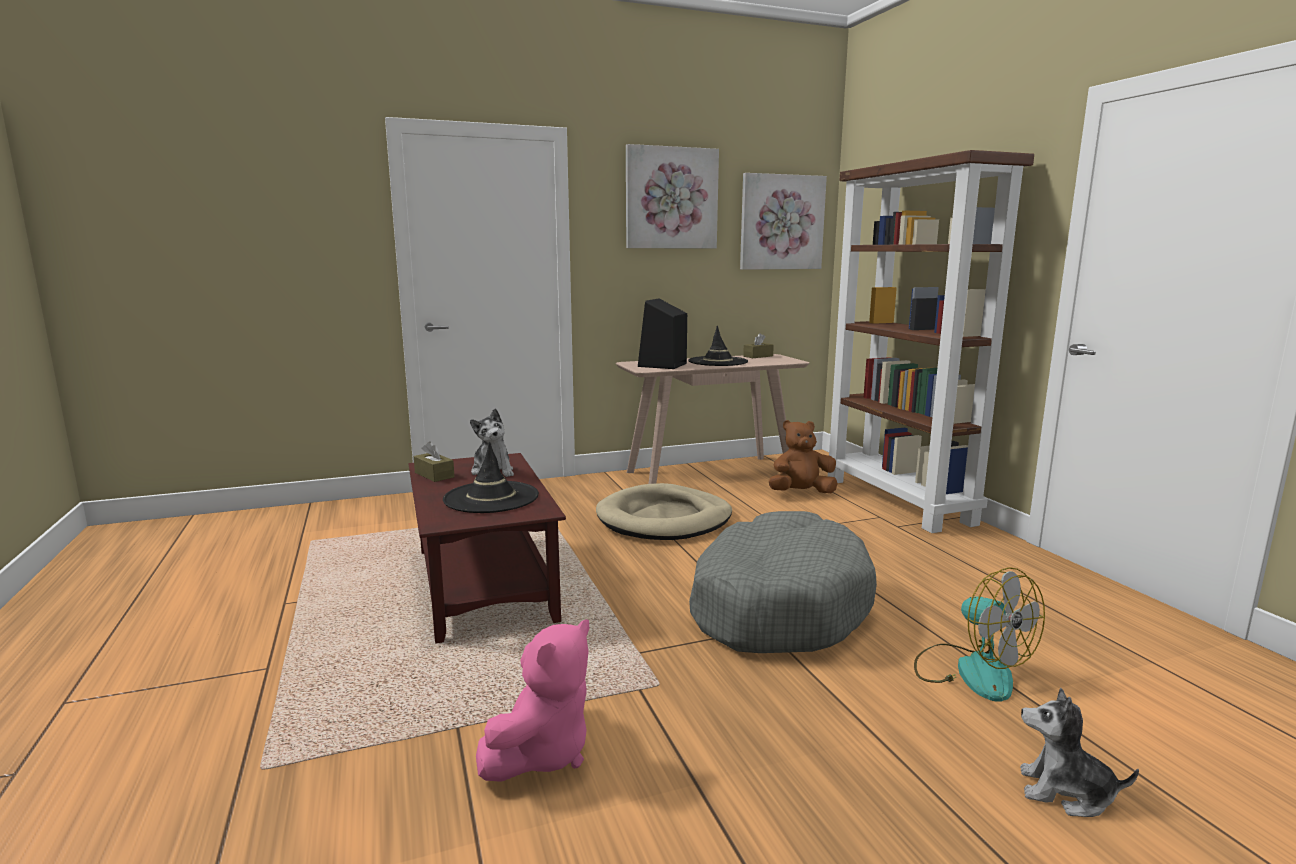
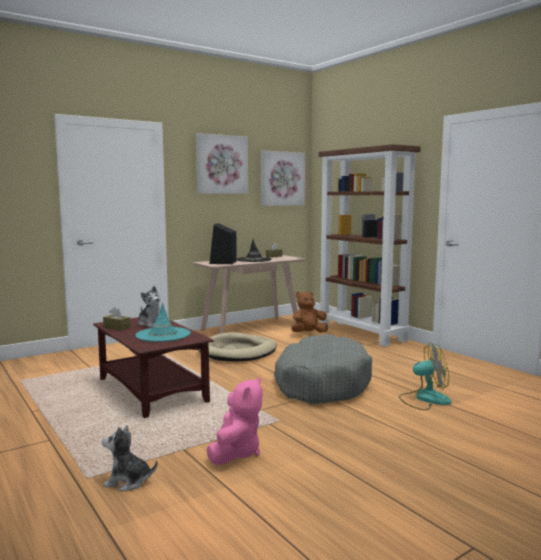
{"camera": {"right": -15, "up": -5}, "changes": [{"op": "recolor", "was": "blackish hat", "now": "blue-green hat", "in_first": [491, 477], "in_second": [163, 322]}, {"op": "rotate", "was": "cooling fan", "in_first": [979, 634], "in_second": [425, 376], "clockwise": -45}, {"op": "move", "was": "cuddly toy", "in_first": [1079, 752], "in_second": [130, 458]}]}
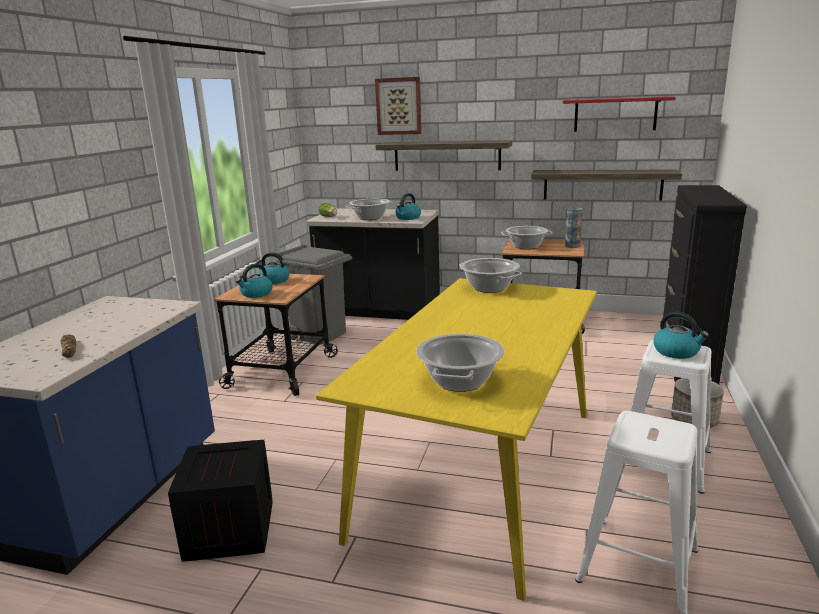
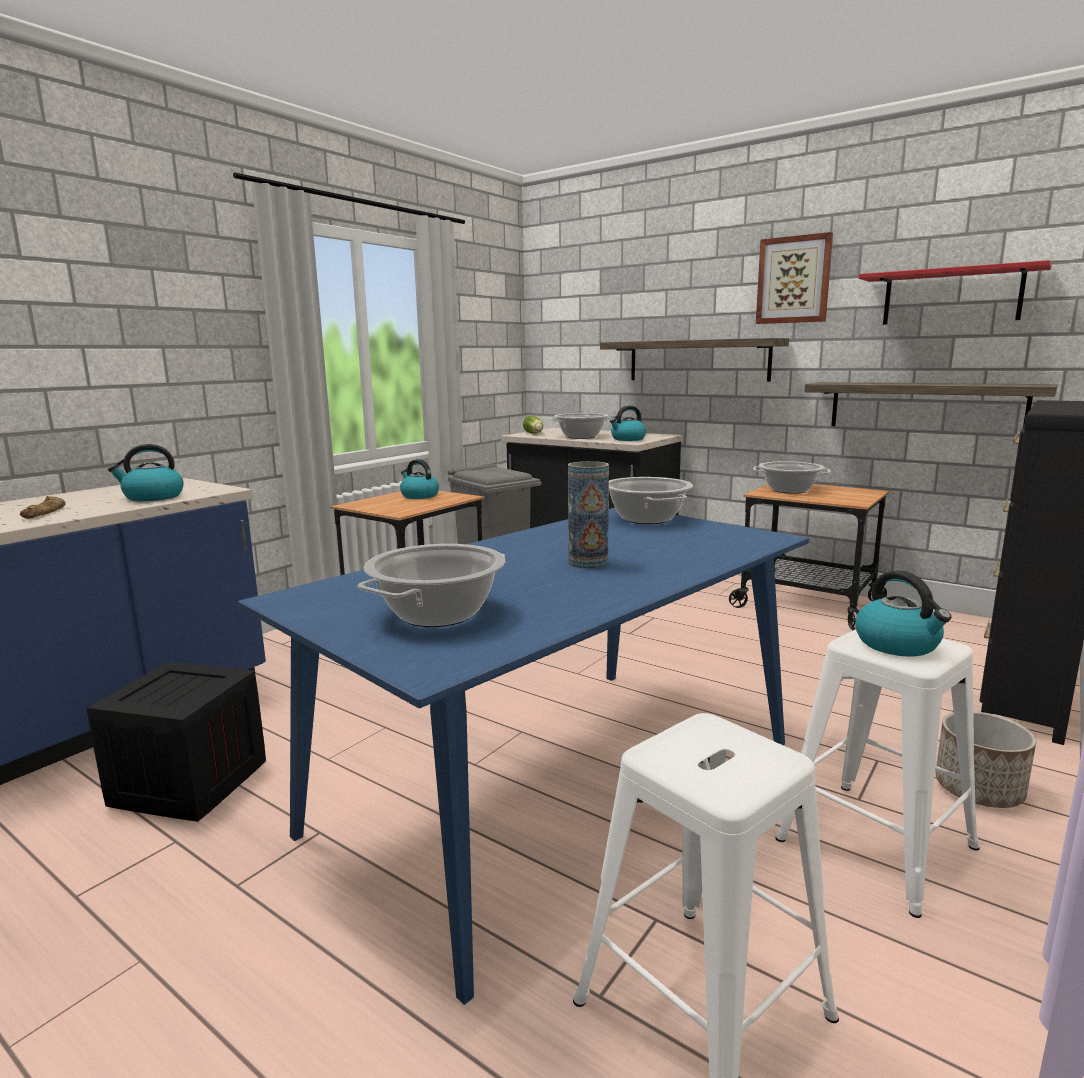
{"camera": {"right": 20, "up": -5}, "changes": [{"op": "move", "was": "water kettle", "in_first": [254, 281], "in_second": [146, 472]}, {"op": "recolor", "was": "yellow kitchen table", "now": "bluish kitchen table", "in_first": [456, 439], "in_second": [523, 756]}, {"op": "move", "was": "wall picture", "in_first": [398, 106], "in_second": [794, 278]}, {"op": "move", "was": "vase", "in_first": [574, 227], "in_second": [588, 515]}]}
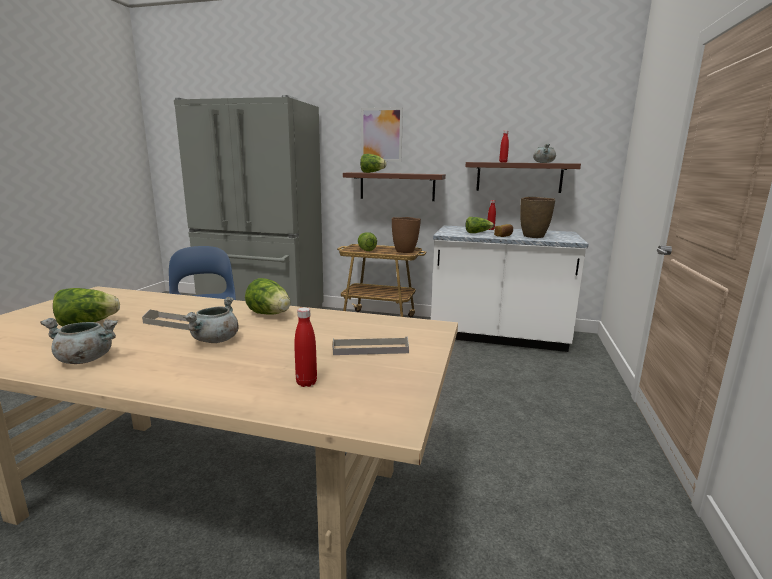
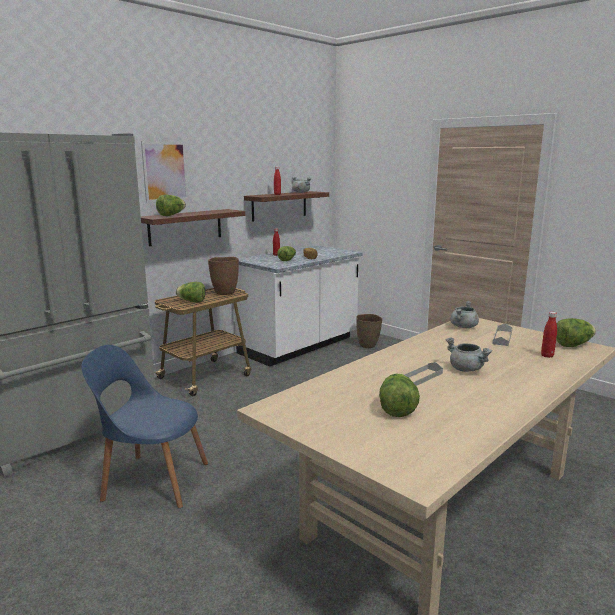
{"camera": {"right": -60, "up": 0}, "changes": [{"op": "move", "was": "grey stockpot", "in_first": [79, 341], "in_second": [464, 314]}, {"op": "move", "was": "head of lettuce", "in_first": [267, 296], "in_second": [576, 332]}, {"op": "move", "was": "brownish vase", "in_first": [537, 217], "in_second": [369, 331]}]}
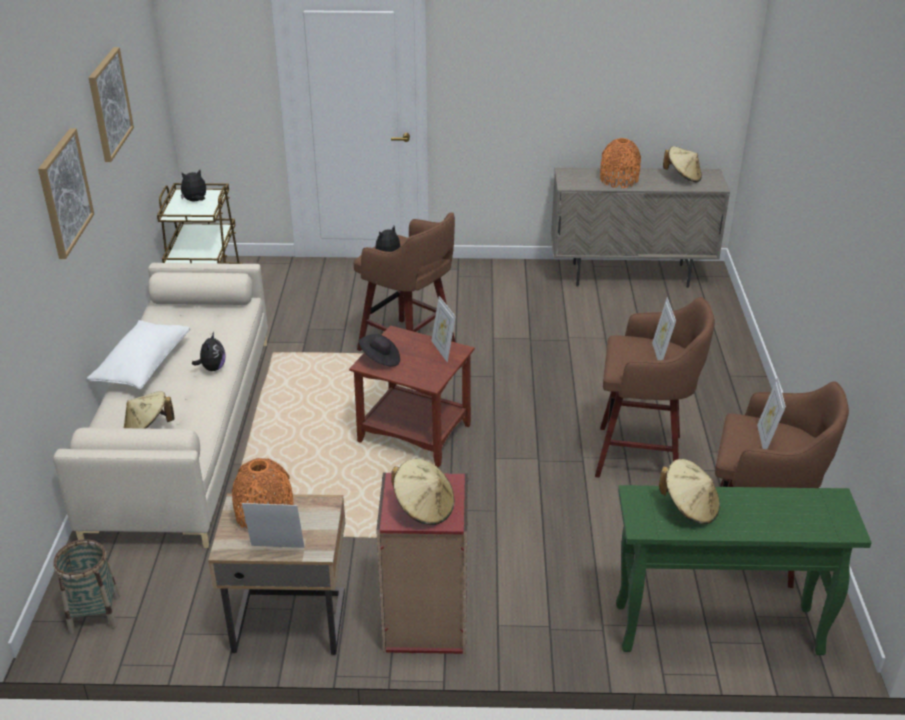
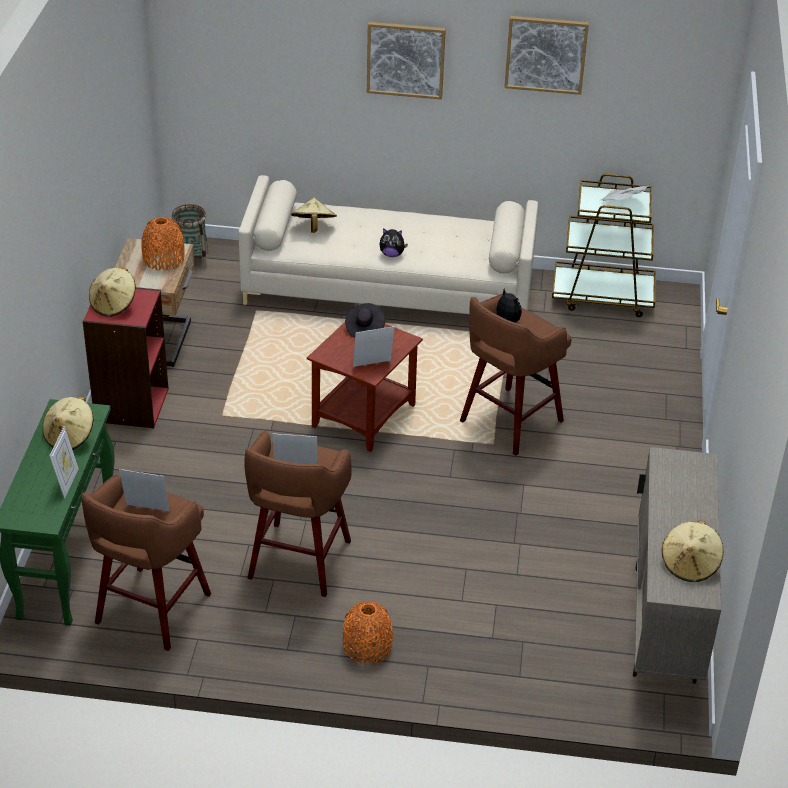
{"camera": {"right": 95, "up": 5}, "changes": [{"op": "delete", "was": "whitish throw pillow", "in_first": [138, 354]}, {"op": "replace", "was": "cuddly toy", "now": "printed paper", "in_first": [193, 186], "in_second": [625, 193]}, {"op": "move", "was": "photo frame", "in_first": [273, 525], "in_second": [64, 462]}, {"op": "move", "was": "orange vase", "in_first": [620, 163], "in_second": [368, 632]}]}
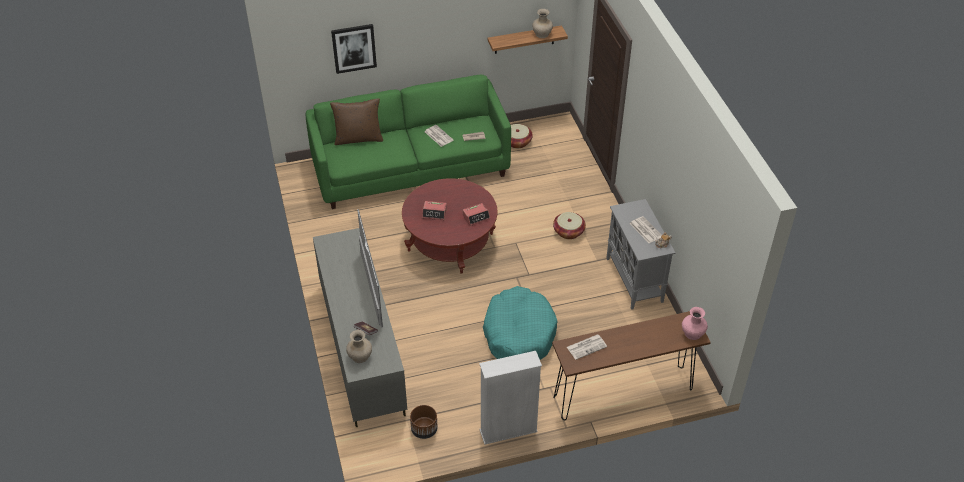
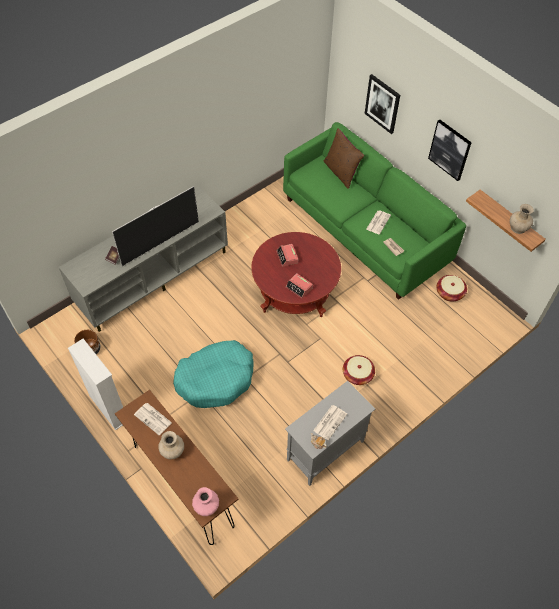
{"camera": {"right": 65, "up": 10}, "changes": [{"op": "move", "was": "beige-coloured vase", "in_first": [359, 346], "in_second": [171, 445]}, {"op": "insert", "now": "wall picture", "in_second": [450, 150]}]}
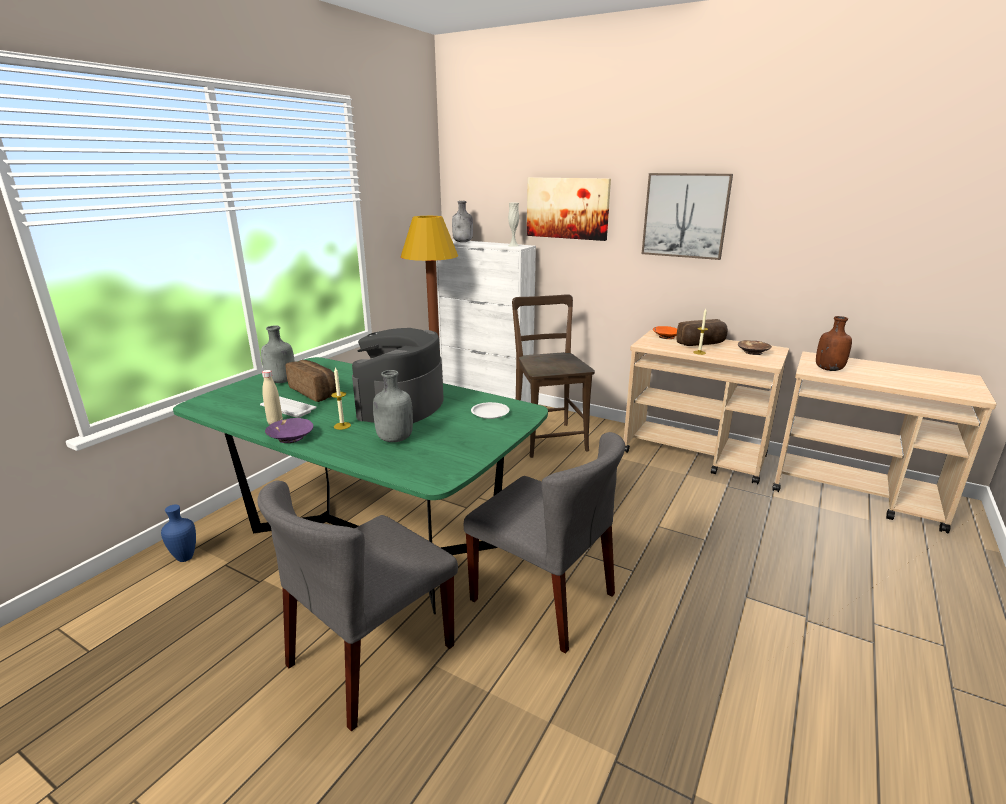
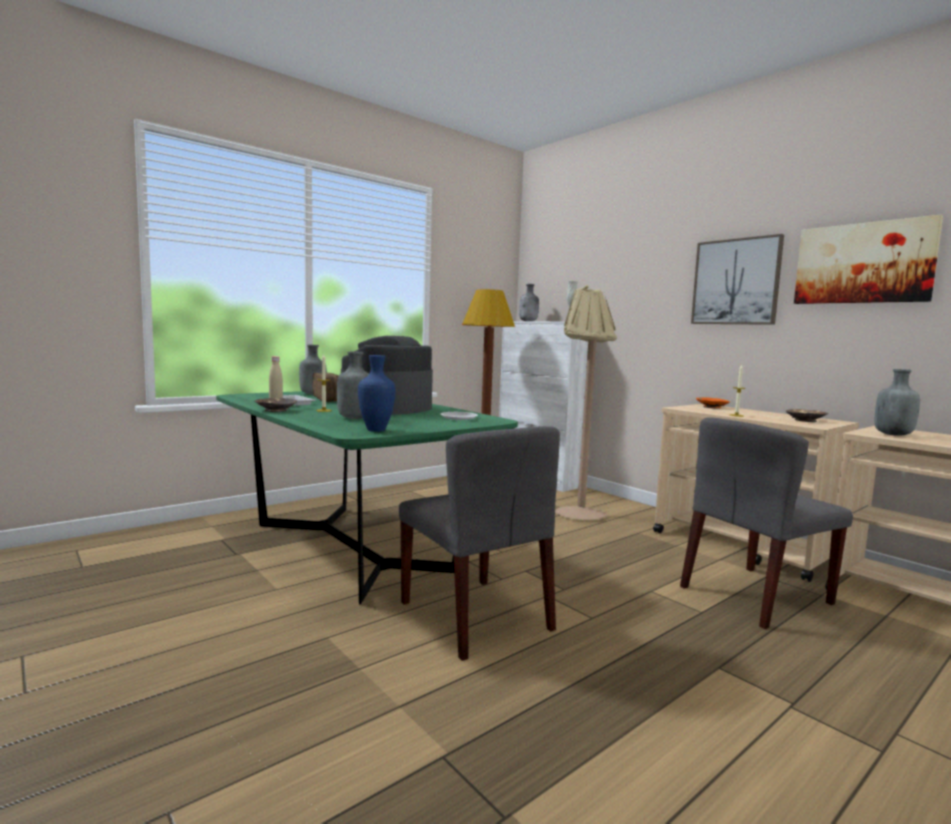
{"camera": {"right": 20, "up": -15}, "changes": [{"op": "move", "was": "bluish vase", "in_first": [178, 533], "in_second": [377, 393]}, {"op": "move", "was": "grey plain chair", "in_first": [357, 606], "in_second": [766, 523]}, {"op": "recolor", "was": "purple deep dish", "now": "brownish deep dish", "in_first": [289, 430], "in_second": [275, 405]}, {"op": "replace", "was": "brownish plain chair", "now": "beige-coloured floor lamp", "in_first": [553, 376], "in_second": [586, 403]}, {"op": "move", "was": "wall picture", "in_first": [569, 209], "in_second": [868, 259]}, {"op": "delete", "was": "bakery bread", "in_first": [702, 332]}, {"op": "recolor", "was": "brownish drink bottle", "now": "grey drink bottle", "in_first": [834, 343], "in_second": [897, 402]}]}
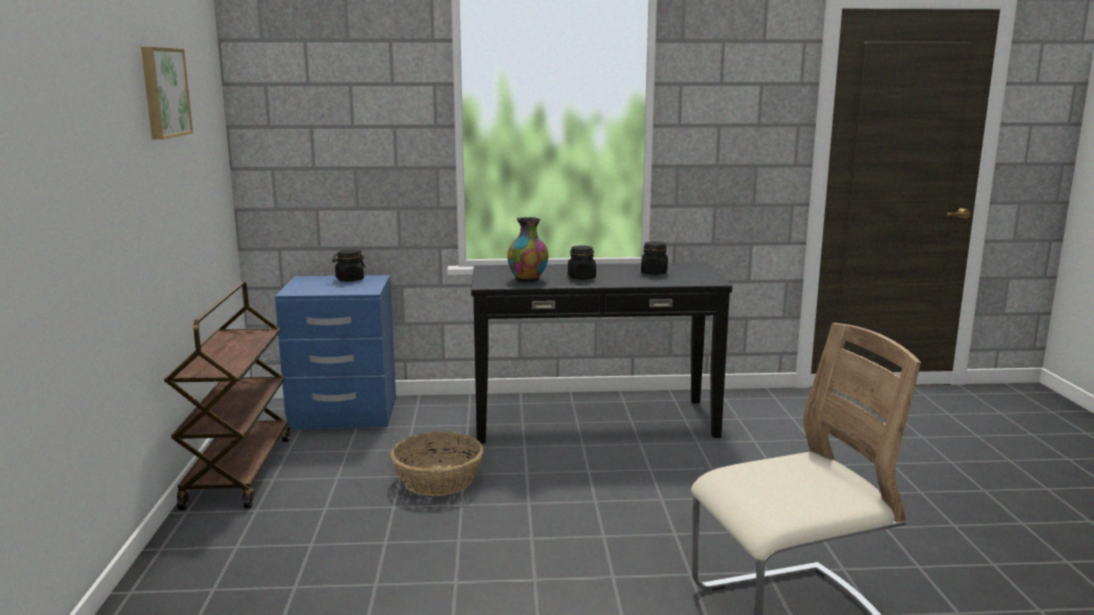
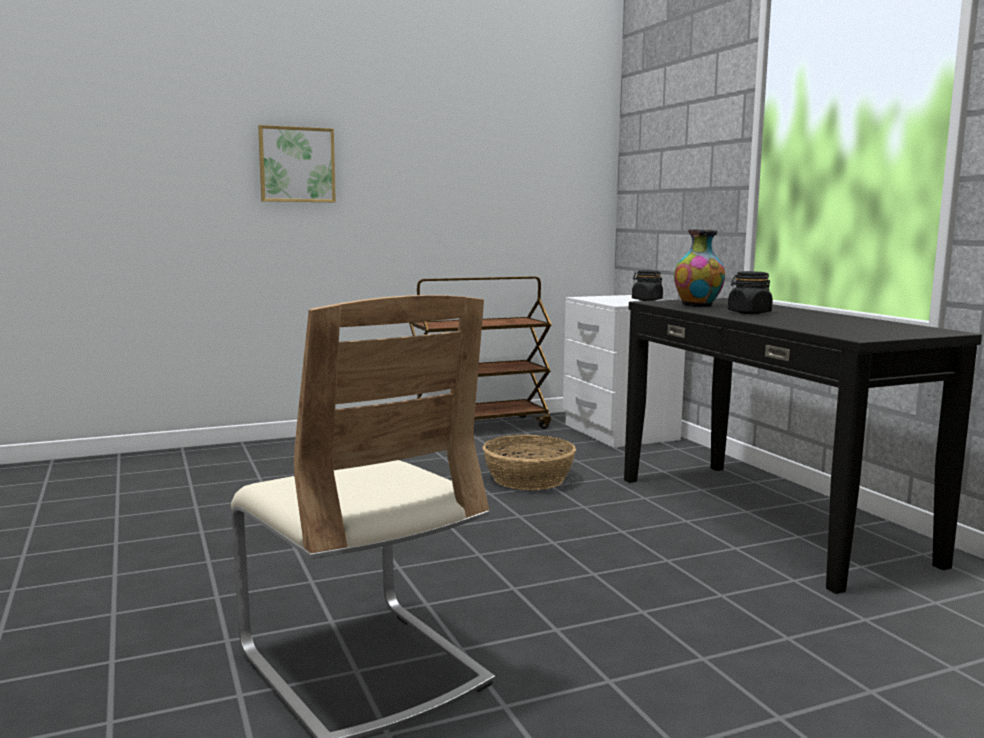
{"camera": {"right": 70, "up": -5}, "changes": [{"op": "move", "was": "wall picture", "in_first": [167, 93], "in_second": [297, 163]}, {"op": "recolor", "was": "bluish nightstand", "now": "whitish nightstand", "in_first": [335, 352], "in_second": [624, 371]}, {"op": "delete", "was": "blackish storage jar", "in_first": [654, 258]}]}
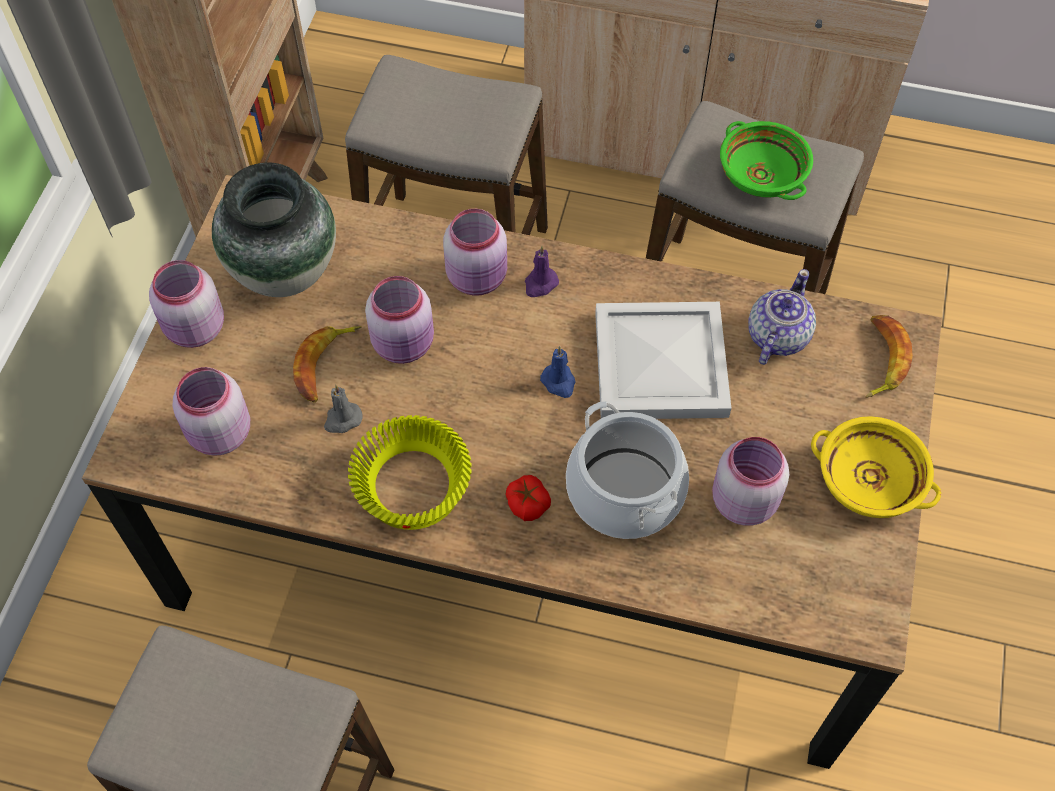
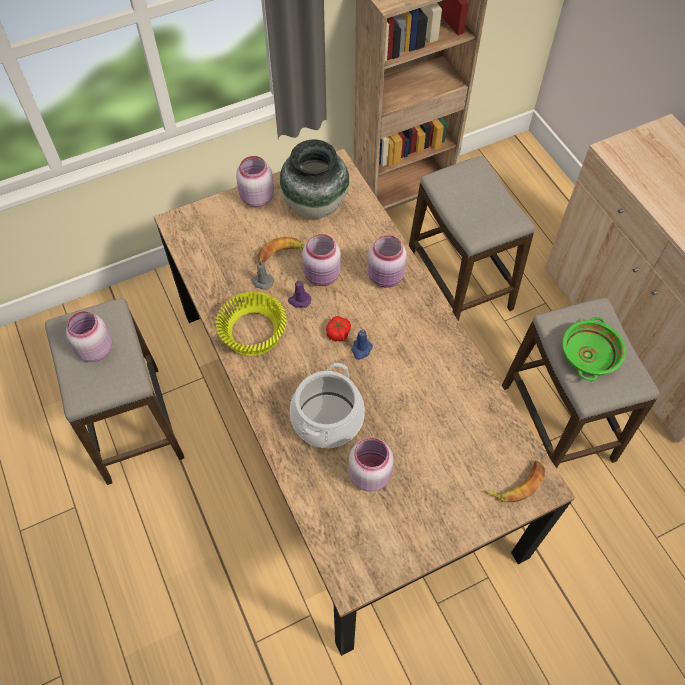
{"camera": {"right": 50, "up": 0}, "changes": [{"op": "move", "was": "pink storage jar", "in_first": [211, 411], "in_second": [89, 336]}, {"op": "move", "was": "whole tomato", "in_first": [528, 498], "in_second": [338, 328]}, {"op": "move", "was": "purple wax light", "in_first": [542, 271], "in_second": [299, 293]}, {"op": "delete", "was": "whitish serving tray", "in_first": [663, 360]}, {"op": "delete", "was": "tea pot", "in_first": [782, 317]}, {"op": "delete", "was": "yellow deep dish", "in_first": [876, 467]}]}
